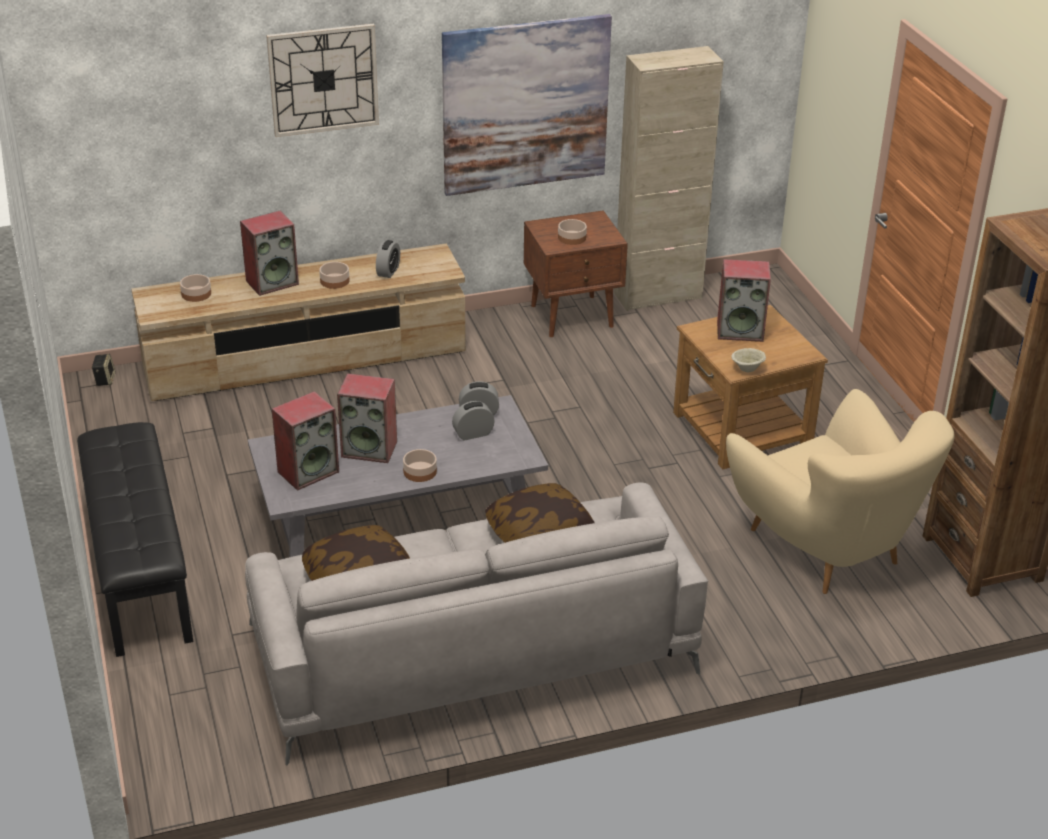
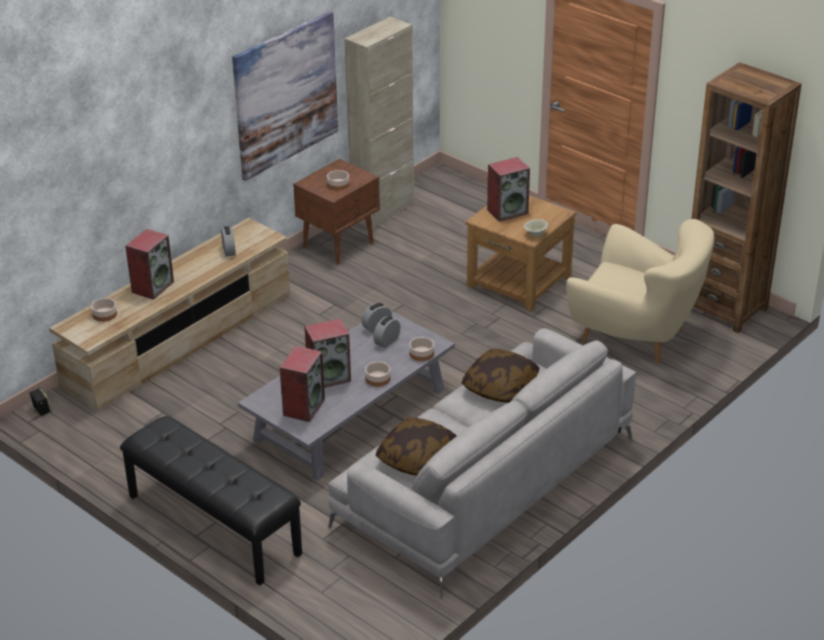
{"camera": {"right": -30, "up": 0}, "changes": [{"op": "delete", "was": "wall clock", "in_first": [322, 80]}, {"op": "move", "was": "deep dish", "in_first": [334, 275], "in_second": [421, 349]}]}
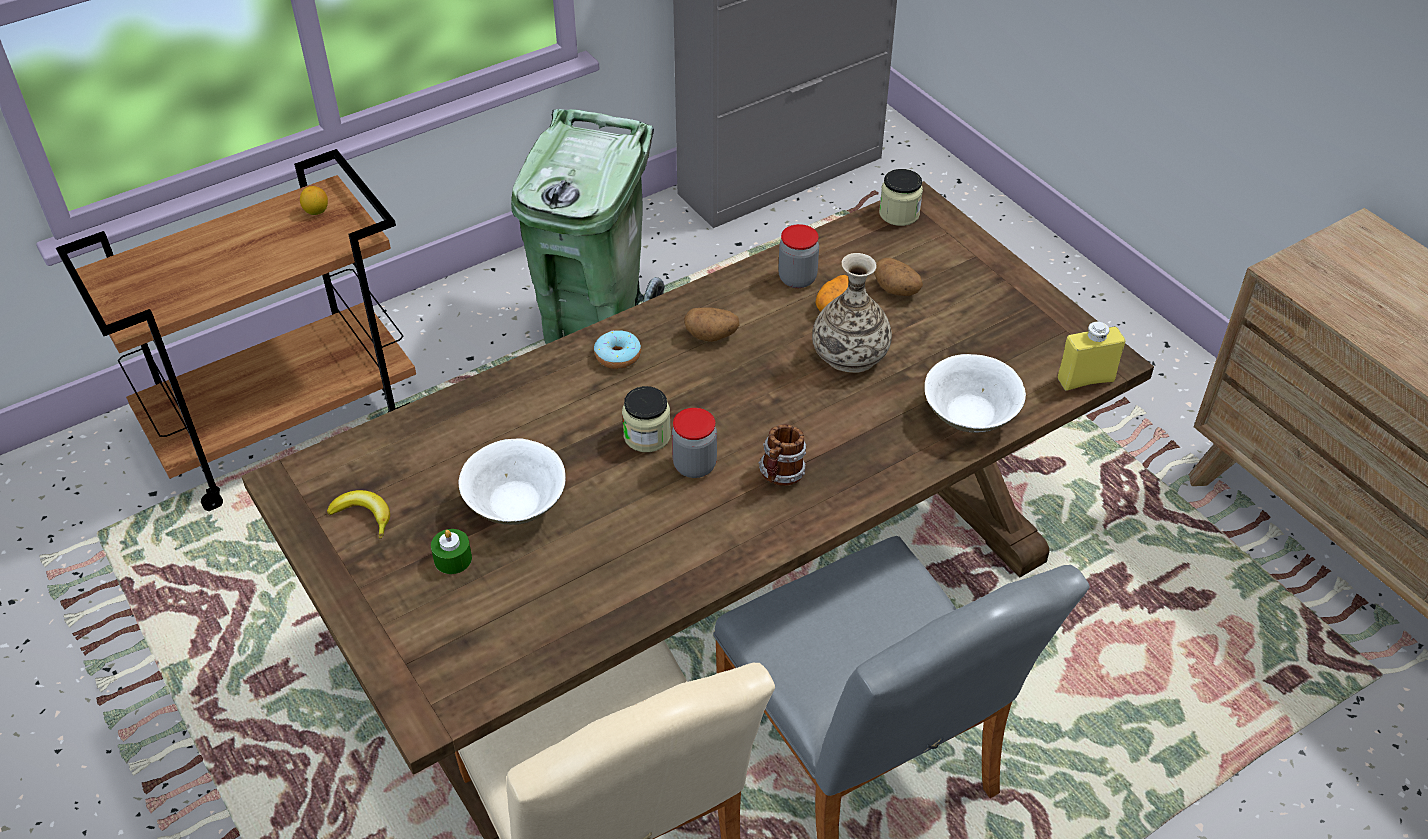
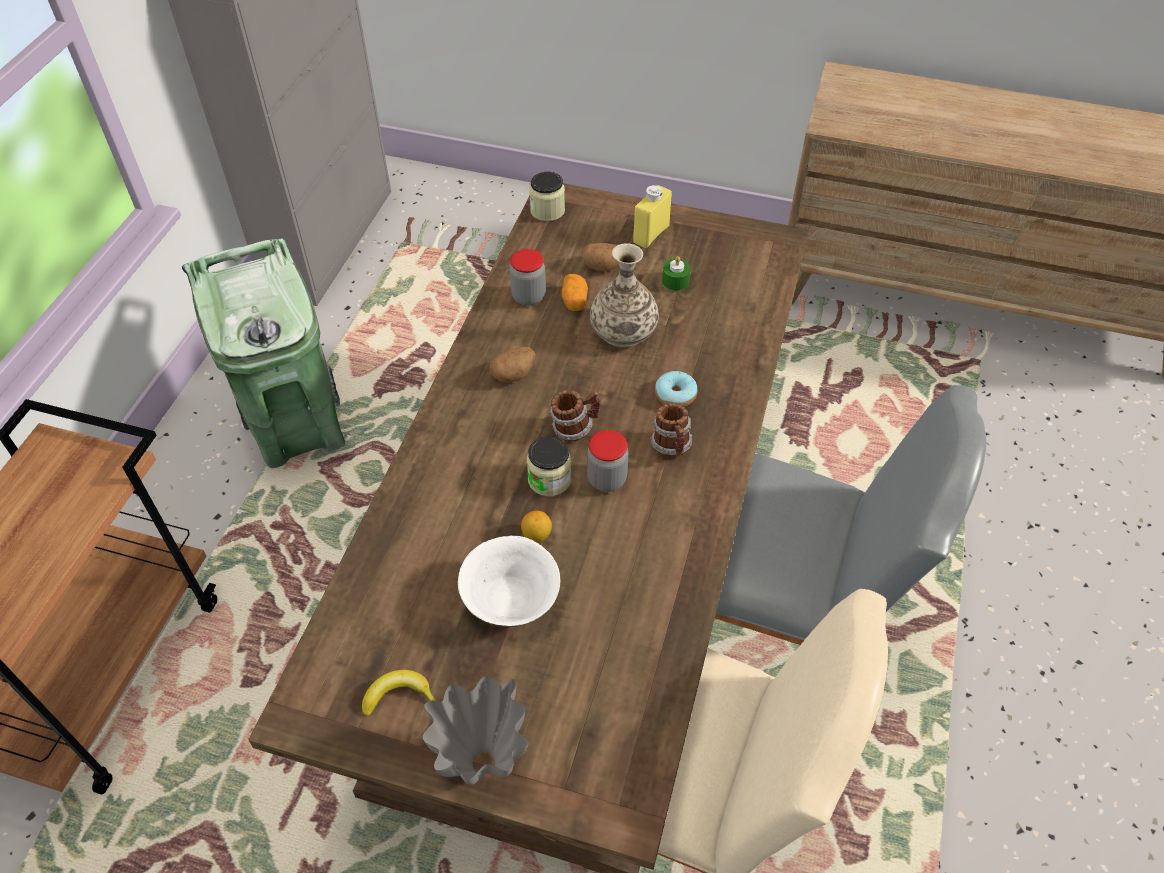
{"camera": {"right": -40, "up": 5}, "changes": [{"op": "move", "was": "whole lemon", "in_first": [314, 200], "in_second": [536, 527]}, {"op": "move", "was": "greenish wax light", "in_first": [451, 551], "in_second": [676, 273]}, {"op": "move", "was": "ring doughnut", "in_first": [617, 349], "in_second": [676, 389]}, {"op": "delete", "was": "whitish deep dish", "in_first": [975, 393]}, {"op": "move", "was": "yellow drink bottle", "in_first": [1091, 356], "in_second": [652, 216]}, {"op": "insert", "now": "grey vase", "in_second": [475, 730]}, {"op": "insert", "now": "mug", "in_second": [574, 416]}]}
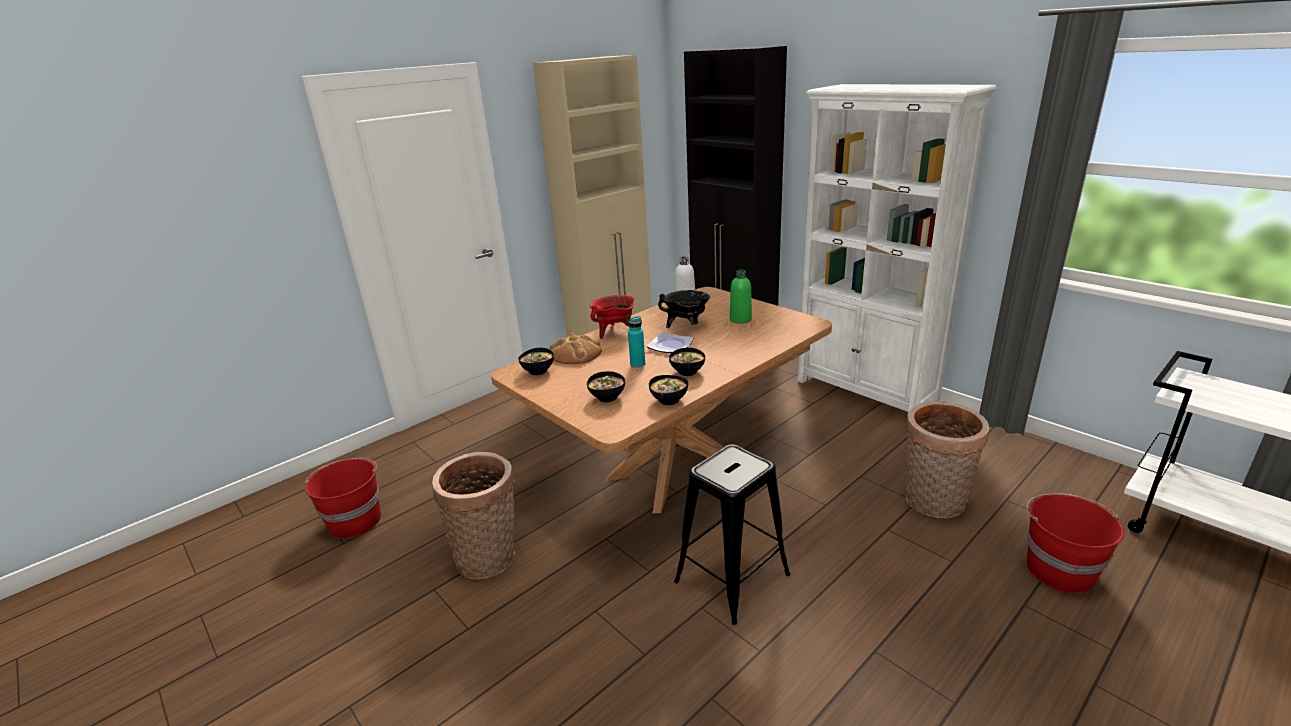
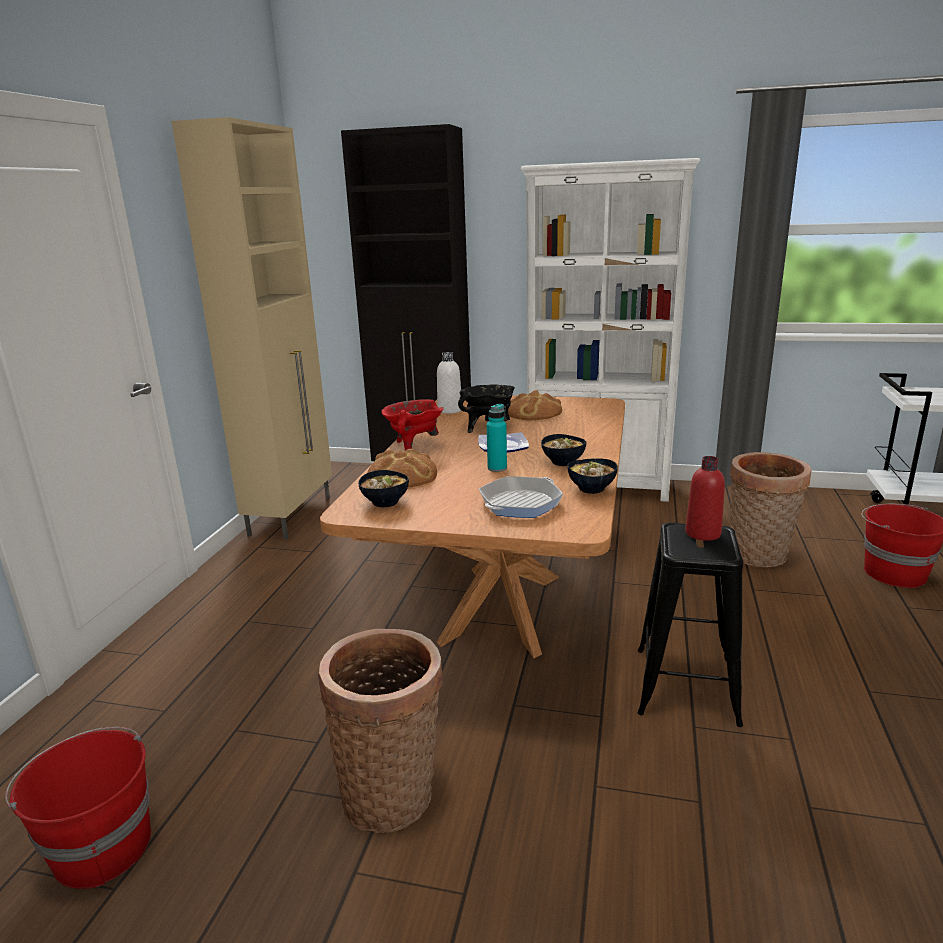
{"camera": {"right": -35, "up": -5}, "changes": [{"op": "replace", "was": "deep dish", "now": "pan", "in_first": [606, 386], "in_second": [521, 497]}, {"op": "replace", "was": "greenish drink bottle", "now": "bakery bread", "in_first": [741, 296], "in_second": [535, 405]}, {"op": "insert", "now": "red-coloured drink bottle", "in_second": [705, 498]}]}
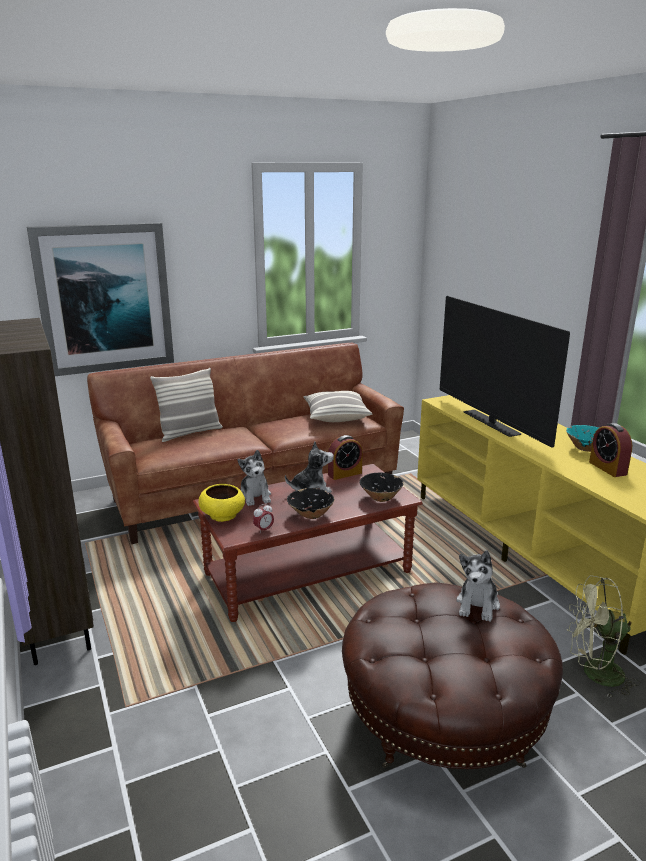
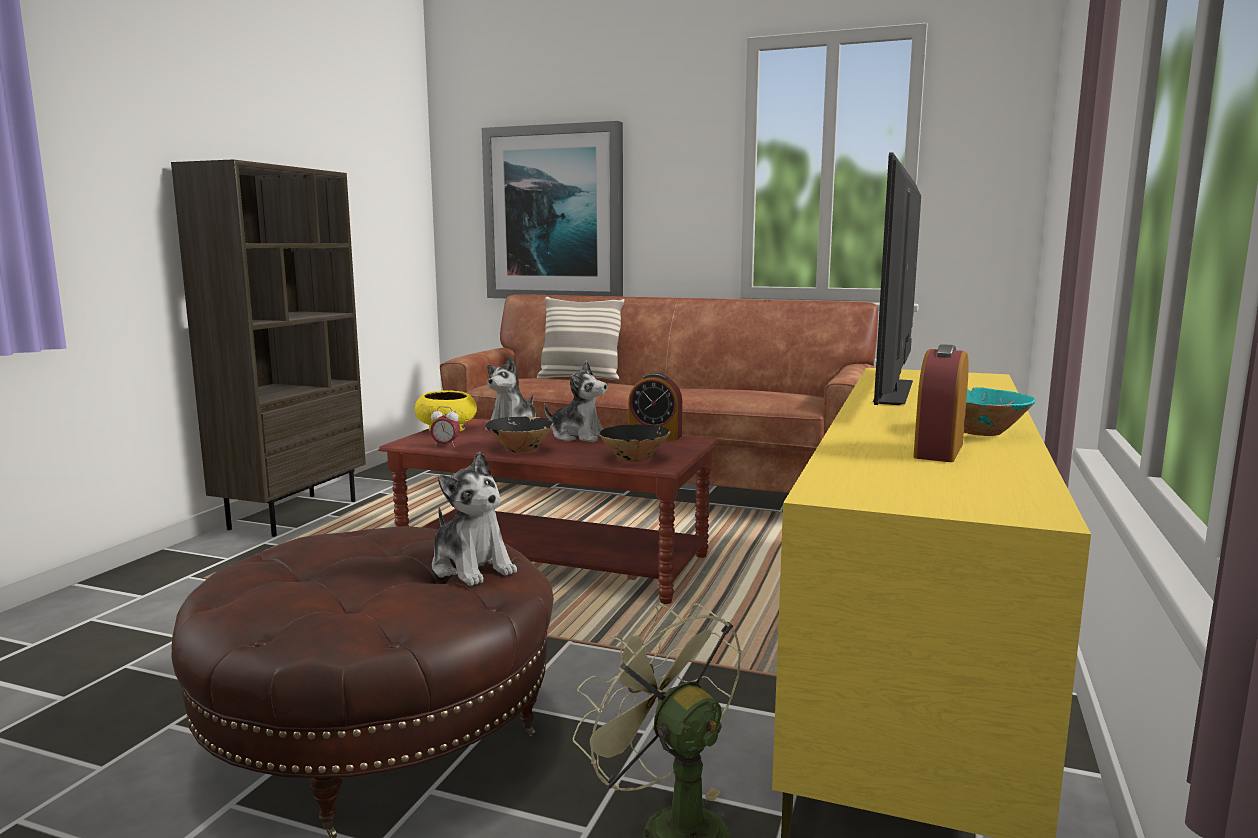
{"camera": {"right": 45, "up": -10}, "changes": [{"op": "delete", "was": "throw pillow", "in_first": [337, 406]}, {"op": "rotate", "was": "cuddly toy", "in_first": [478, 586], "in_second": [474, 519], "clockwise": -105}]}
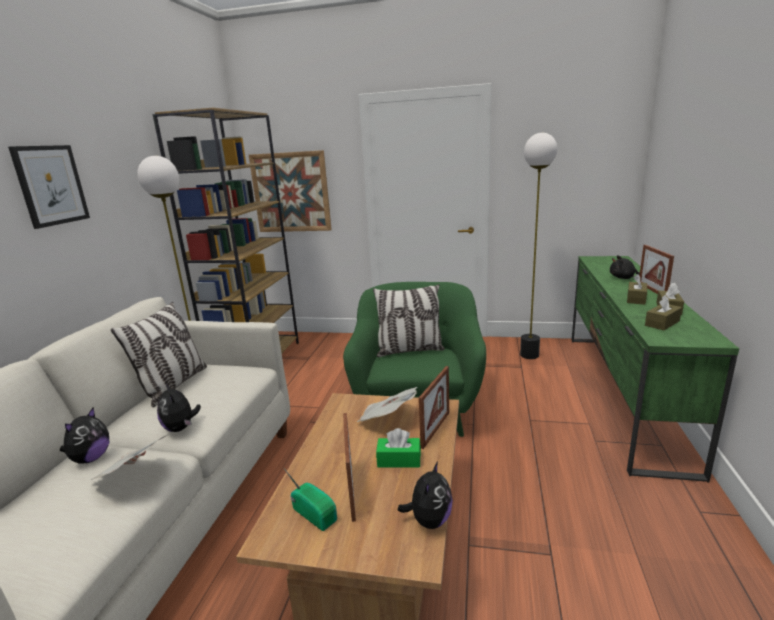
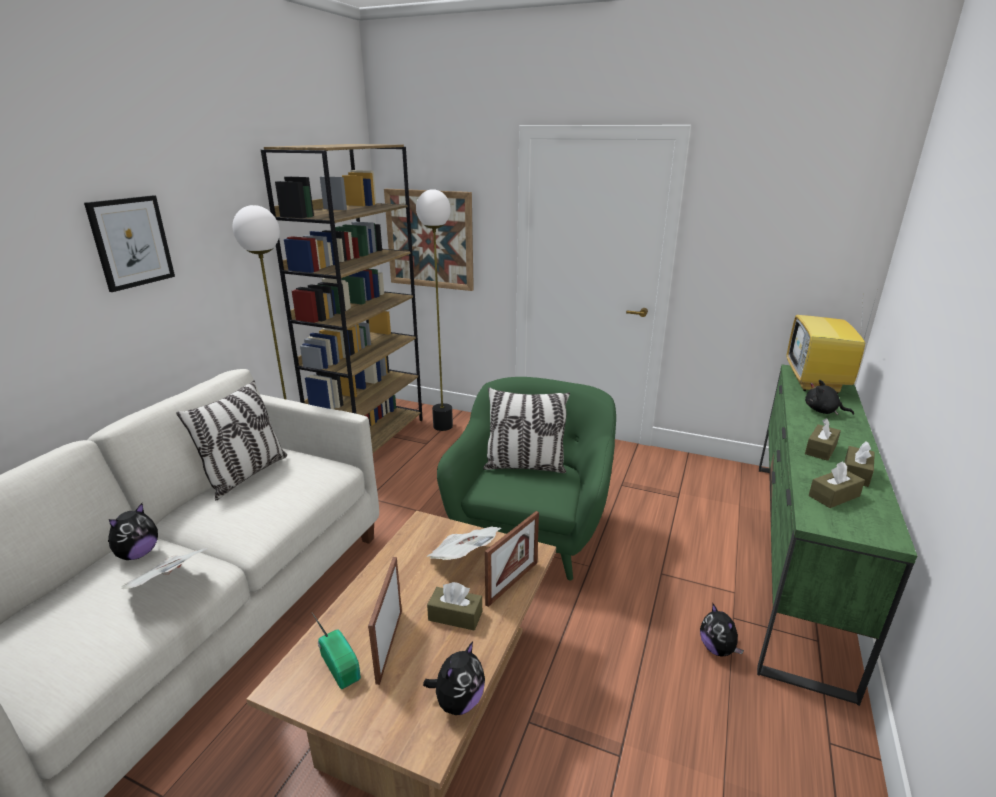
{"camera": {"right": 10, "up": 5}, "changes": [{"op": "move", "was": "cuddly toy", "in_first": [179, 408], "in_second": [722, 630]}, {"op": "recolor", "was": "greenish box of tissues", "now": "brownish box of tissues", "in_first": [398, 447], "in_second": [454, 606]}, {"op": "move", "was": "floor lamp", "in_first": [538, 246], "in_second": [434, 310]}, {"op": "delete", "was": "photo frame", "in_first": [656, 269]}, {"op": "insert", "now": "TV set", "in_second": [831, 344]}]}
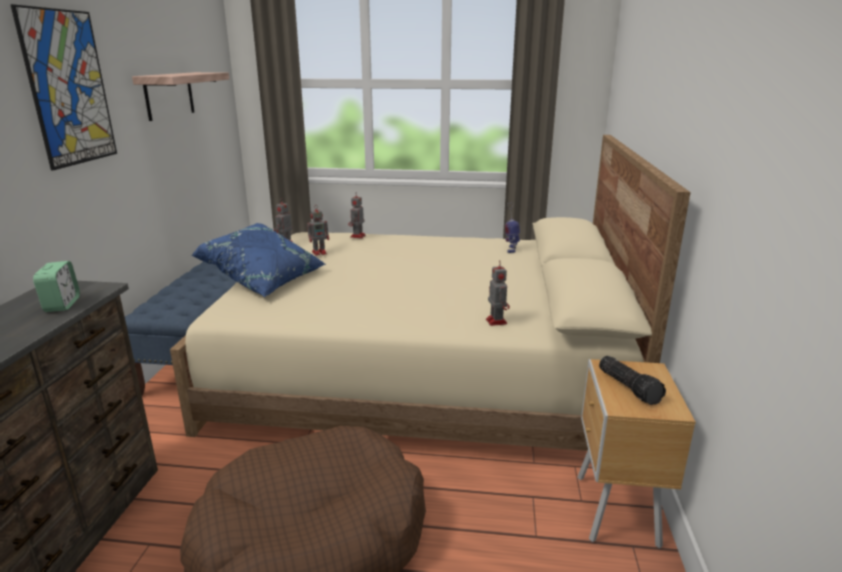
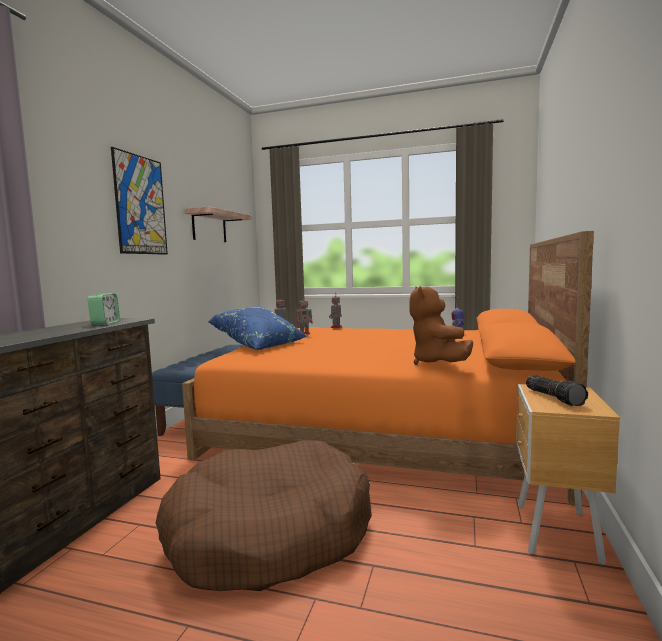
{"camera": {"right": 10, "up": -15}, "changes": [{"op": "recolor", "was": "beige-coloured bedroom bed", "now": "orange bedroom bed", "in_first": [430, 293], "in_second": [388, 368]}, {"op": "replace", "was": "toy robot", "now": "brownish cuddly toy", "in_first": [498, 293], "in_second": [441, 325]}]}
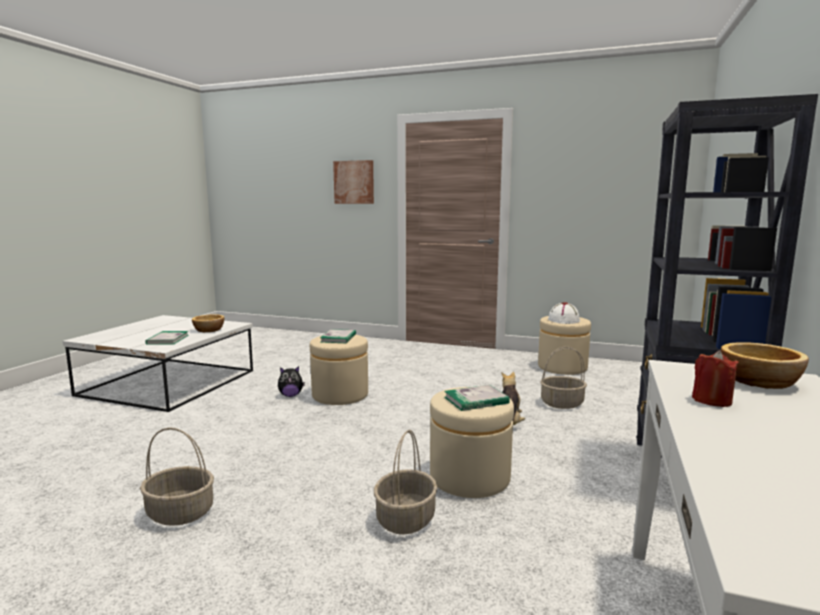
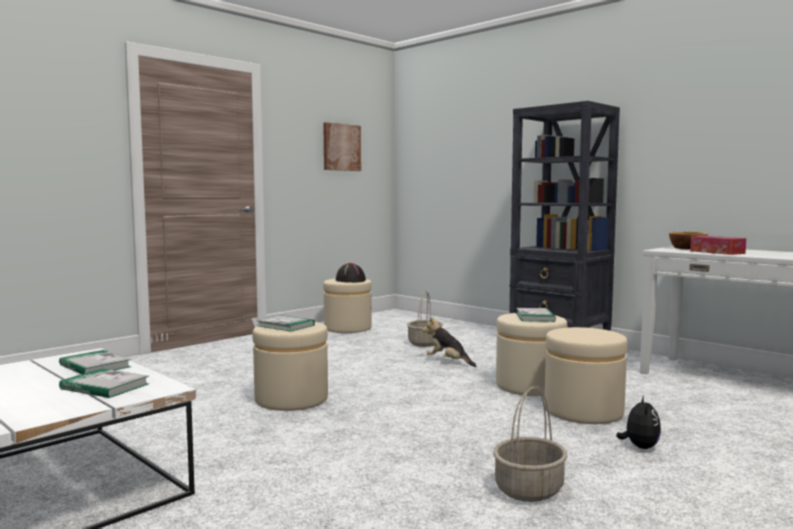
{"camera": {"right": -65, "up": -5}, "changes": [{"op": "replace", "was": "deep dish", "now": "volume", "in_first": [208, 323], "in_second": [95, 362]}, {"op": "move", "was": "cuddly toy", "in_first": [291, 381], "in_second": [639, 422]}, {"op": "move", "was": "wall picture", "in_first": [353, 182], "in_second": [342, 146]}, {"op": "replace", "was": "storage basket", "now": "beige-coloured pouffe", "in_first": [406, 482], "in_second": [586, 375]}, {"op": "recolor", "was": "whitish hat", "now": "blackish hat", "in_first": [564, 313], "in_second": [351, 273]}, {"op": "replace", "was": "red-coloured wax light", "now": "box of tissues", "in_first": [715, 379], "in_second": [718, 245]}]}
